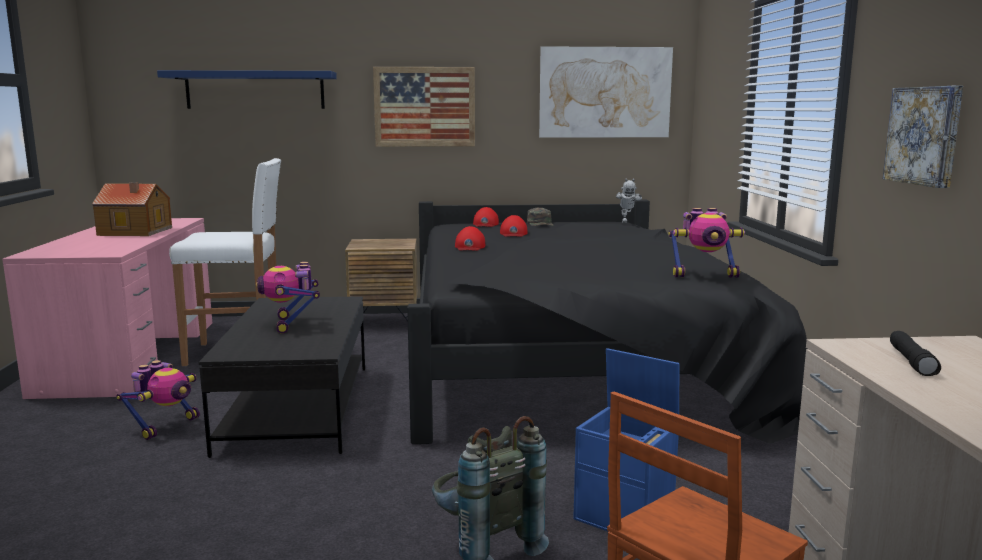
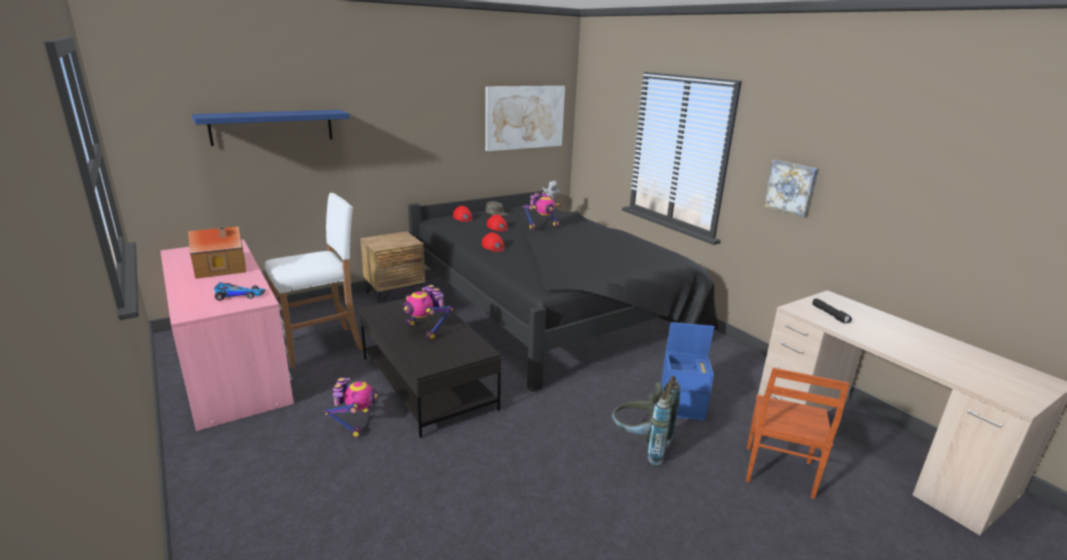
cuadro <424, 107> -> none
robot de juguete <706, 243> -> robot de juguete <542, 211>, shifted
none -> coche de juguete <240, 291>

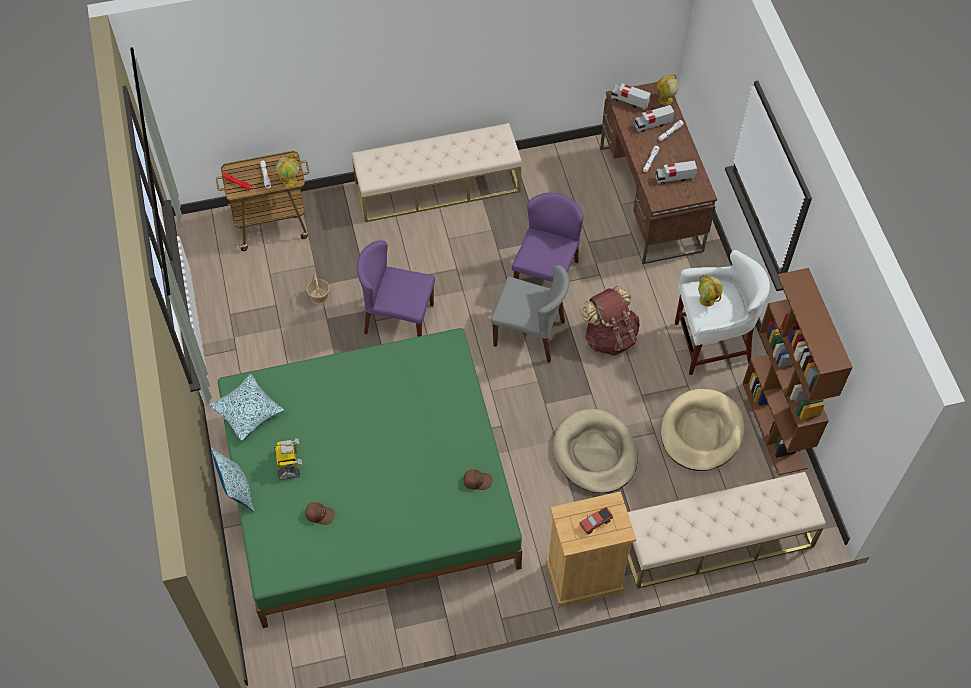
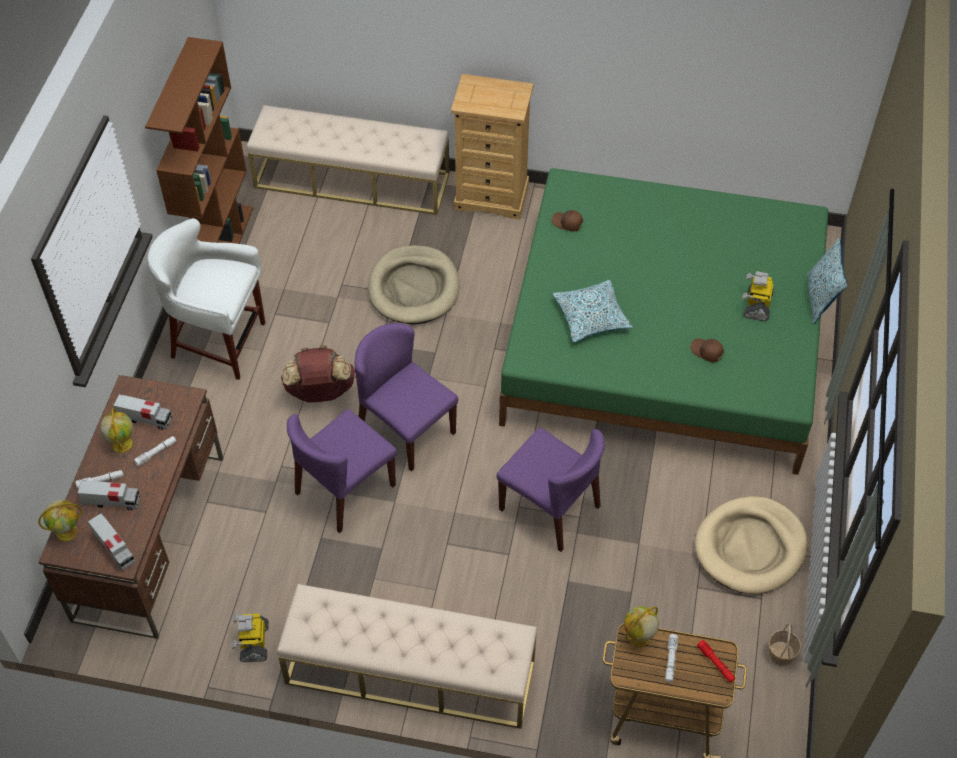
silla [gris] <530, 313> -> silla [morado] <406, 397>
cesta <318, 288> -> cesta <784, 645>, shifted
globo terráqueo <710, 291> -> globo terráqueo <116, 430>, shifted
cojín <246, 407> -> cojín <593, 311>, shifted
cama para perro [beis] <702, 430> -> cama para perro [beis] <751, 545>, shifted
gorra [marrón] <320, 513> -> gorra [marrón] <707, 350>, shifted
camión de juguete <596, 520> -> none
none -> robot de juguete <250, 638>

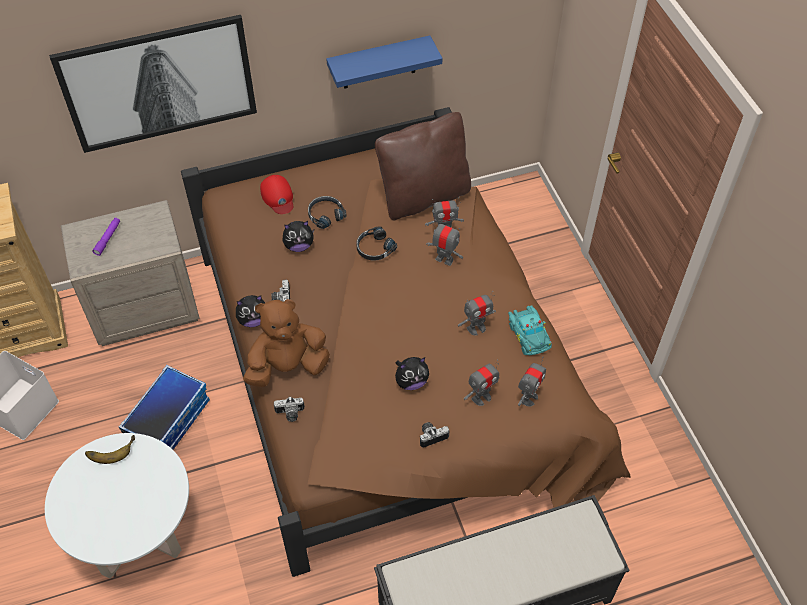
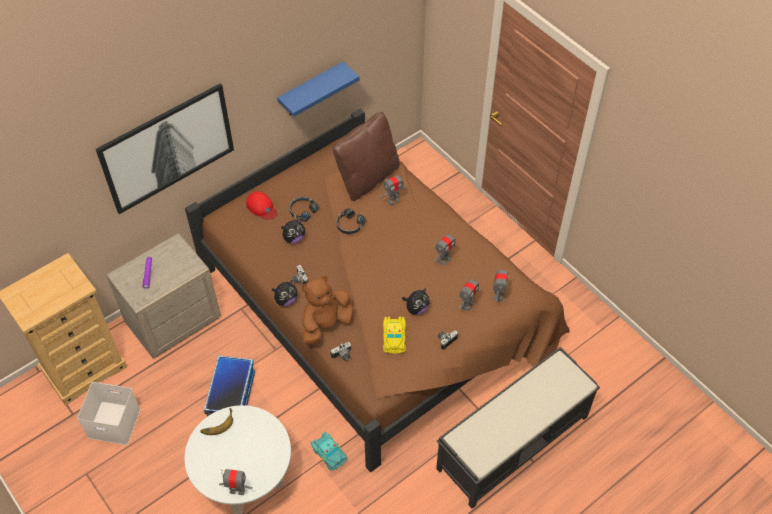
robot de juguete <444, 242> -> robot de juguete <236, 482>, shifted
coche de juguete [turquesa] <530, 330> -> coche de juguete [turquesa] <328, 451>, shifted
none -> coche de juguete [amarillo] <394, 335>

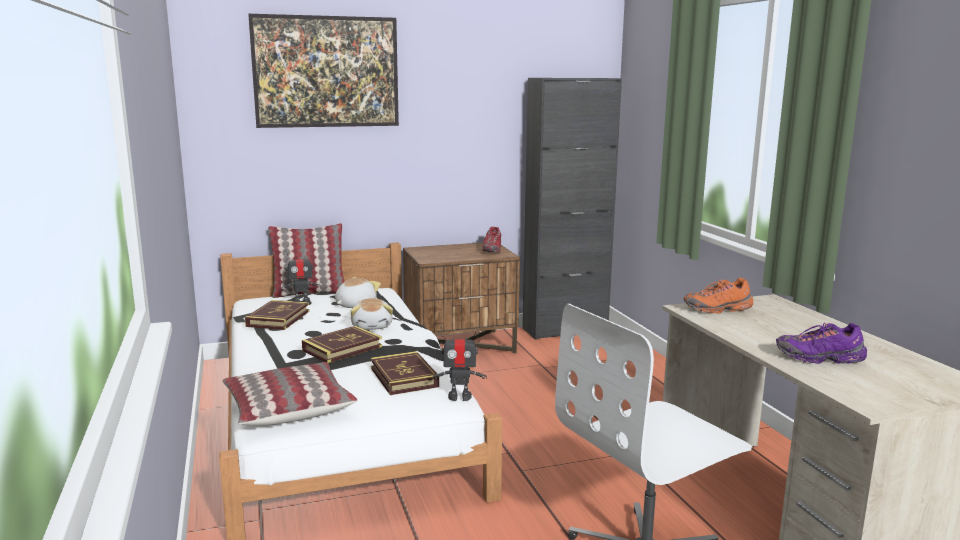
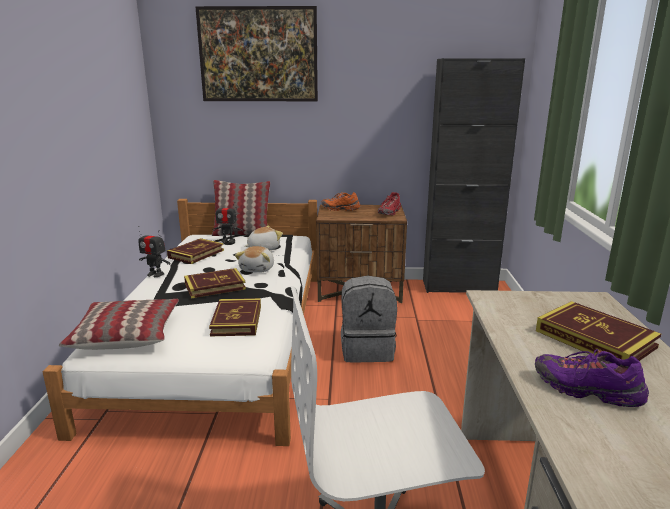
zapato [naranja] <718, 296> -> zapato [naranja] <340, 201>, shifted
robot de juguete <460, 364> -> robot de juguete <154, 251>, shifted
none -> mochila [gris] <369, 319>
none -> libro <598, 331>

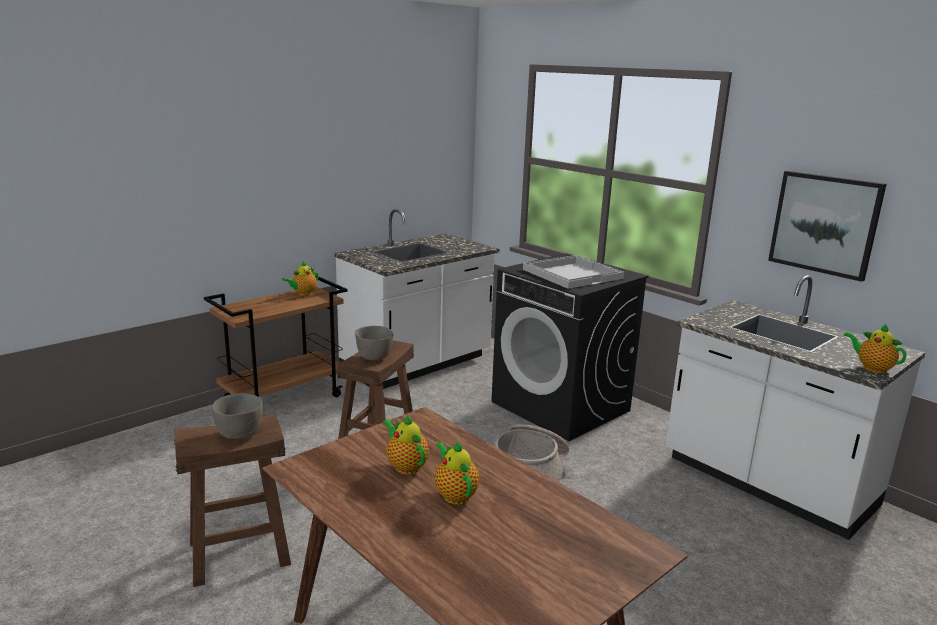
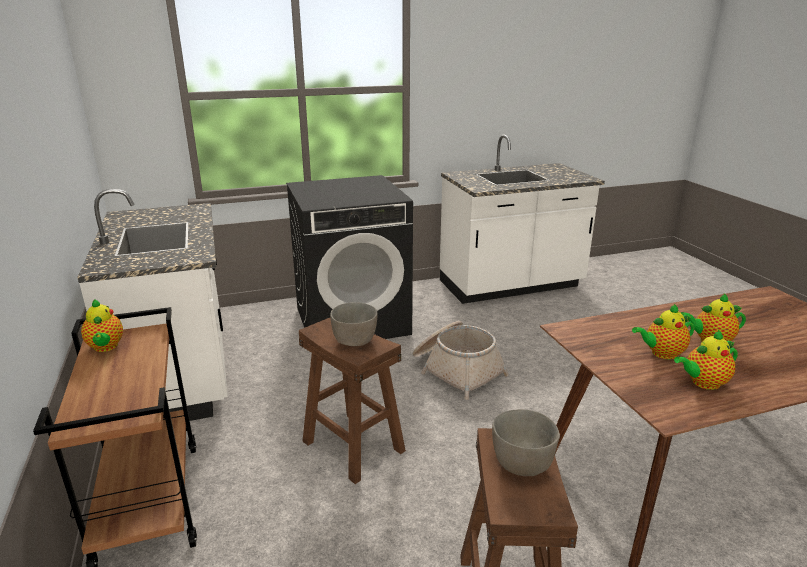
cuadro <827, 226> -> none
bandeja [blanco] <573, 272> -> none
tetera <875, 348> -> tetera <706, 360>, shifted

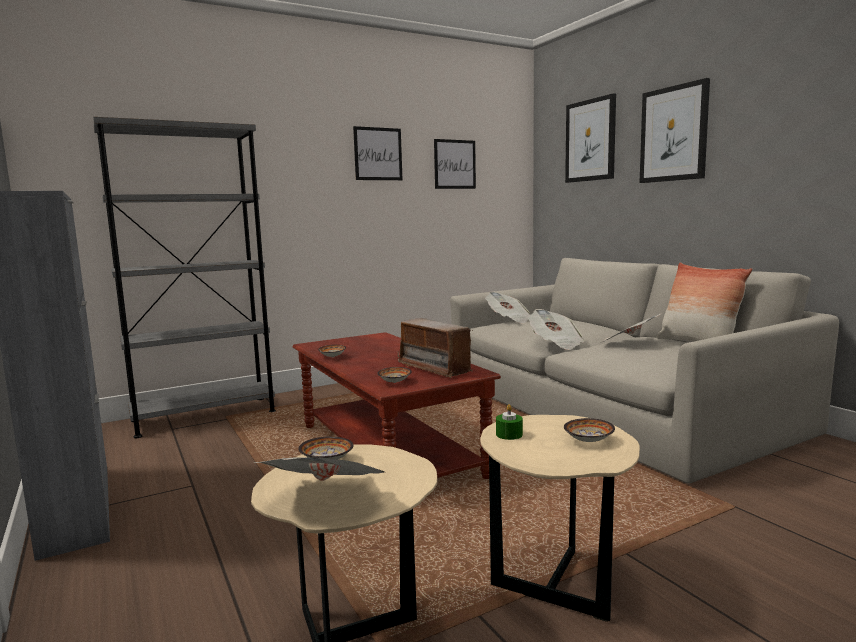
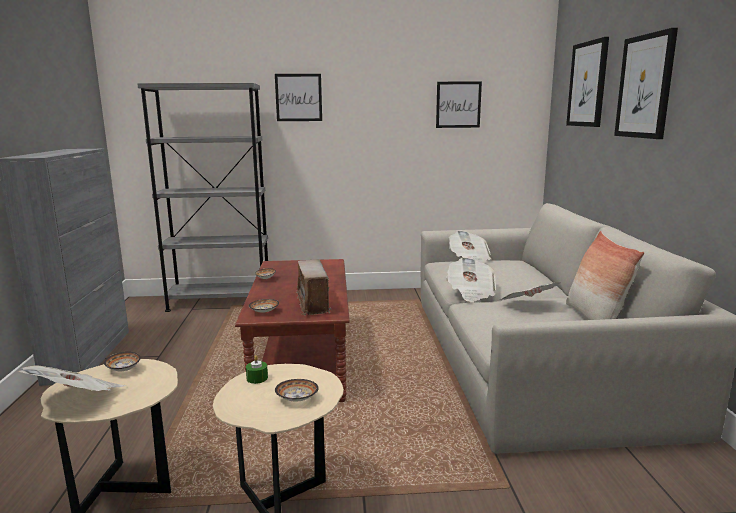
cuadro <377, 153> -> cuadro <298, 97>, shifted

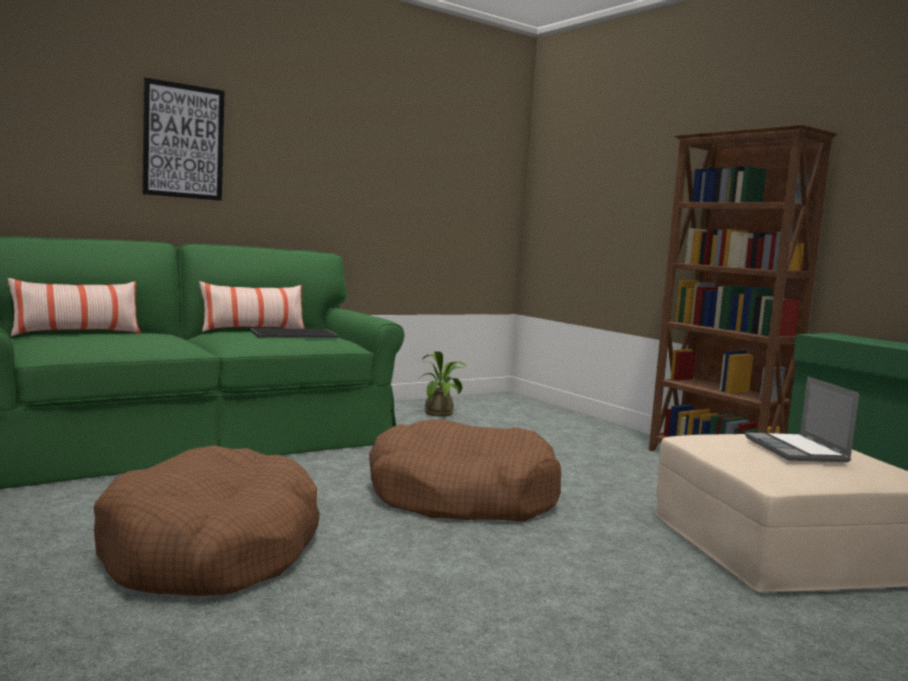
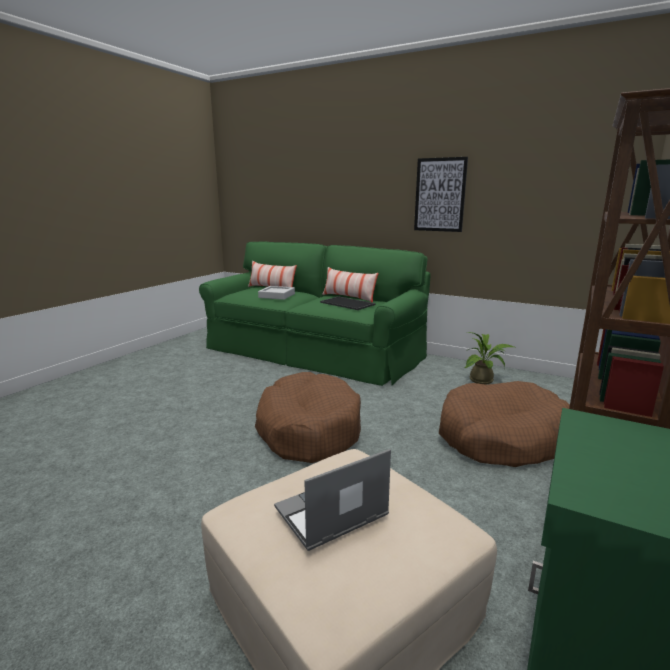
cuadro <183, 139> -> cuadro <441, 194>, shifted
cama para perro [marrón] <207, 520> -> cama para perro [marrón] <504, 424>, shifted
none -> bandeja [gris] <276, 293>

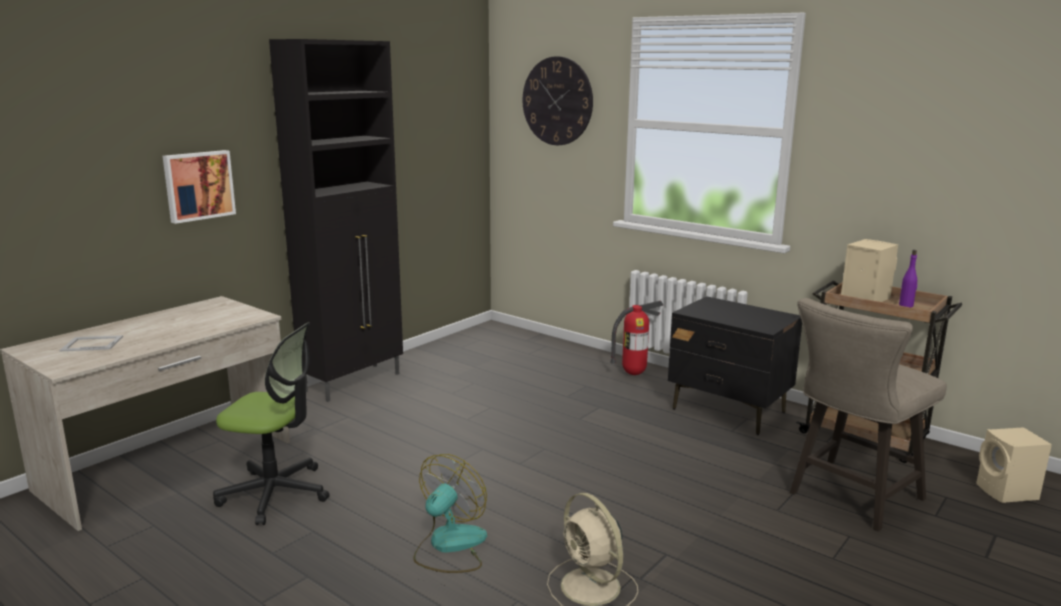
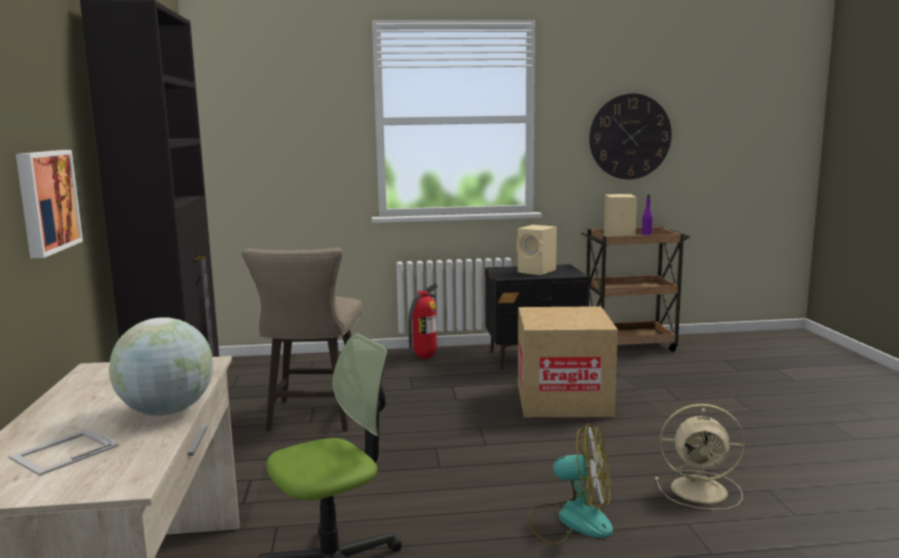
reloj de pared <558, 100> -> reloj de pared <630, 136>, shifted
taburete [beis] <868, 414> -> taburete [beis] <302, 339>, shifted
altavoz [beis] <1014, 465> -> altavoz [beis] <537, 250>, shifted
ventilador <450, 513> -> ventilador <570, 484>, 120 degrees clockwise
none -> caja de cartón <568, 361>
none -> globo terráqueo <161, 366>

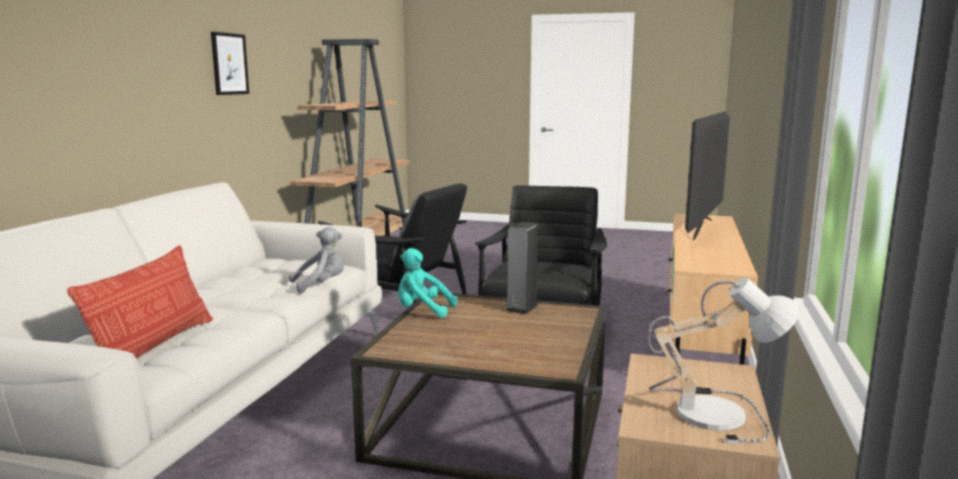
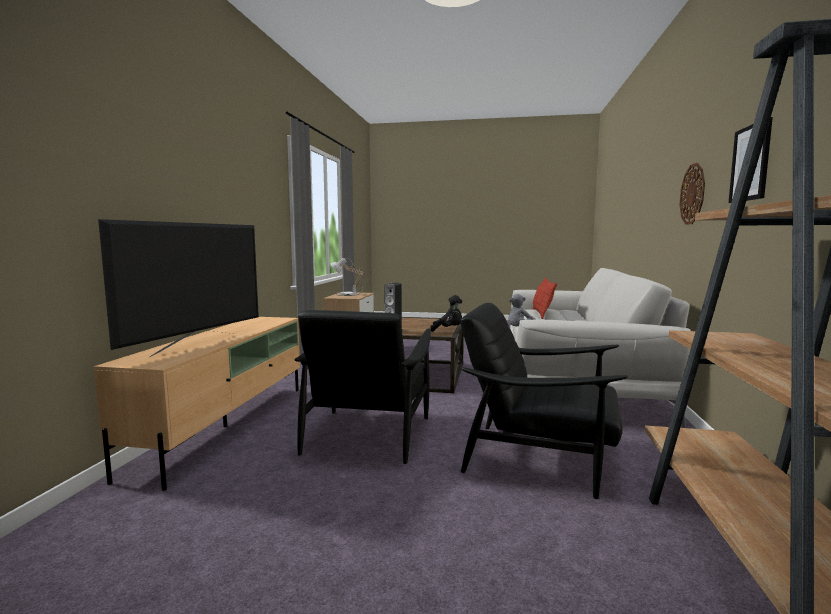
peluche [turquesa] <427, 283> -> peluche [negro] <446, 313>
none -> reloj de pared <692, 194>

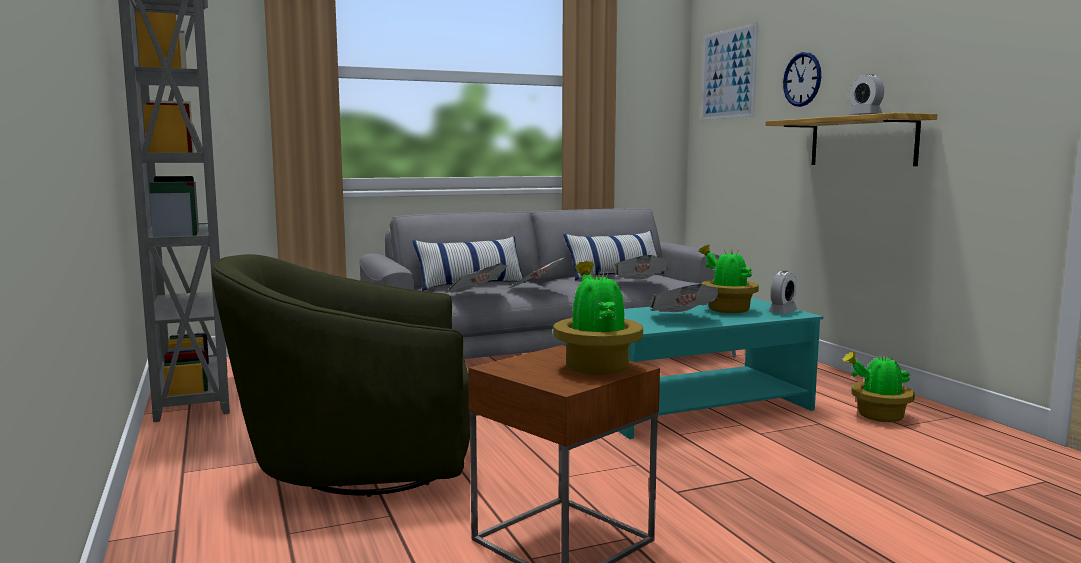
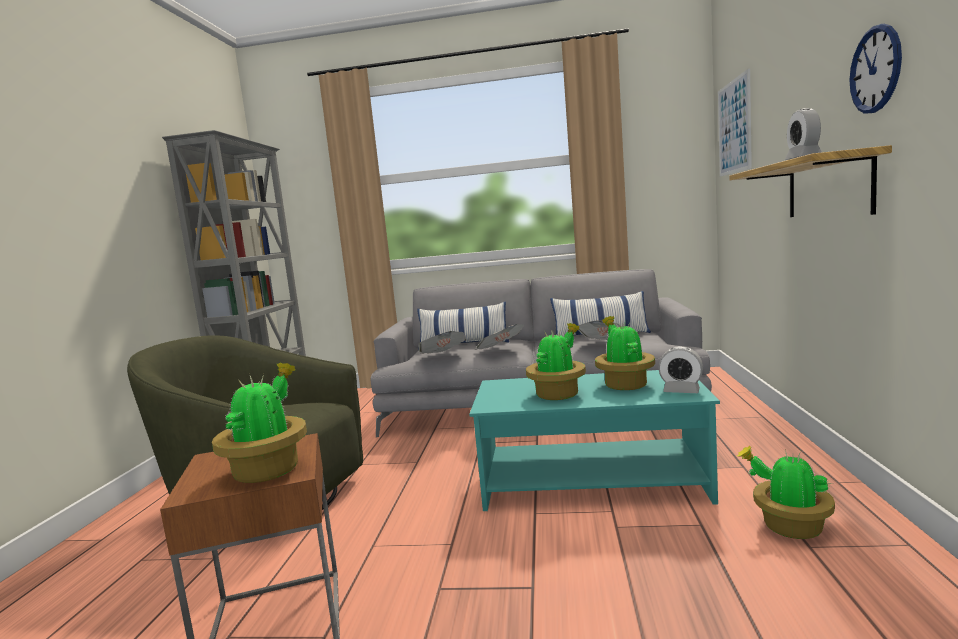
reloj de pared <802, 79> -> reloj de pared <875, 69>, shifted
despertador <783, 292> -> despertador <681, 369>, 45 degrees clockwise
periódico <684, 298> -> planta en maceta <556, 361>

